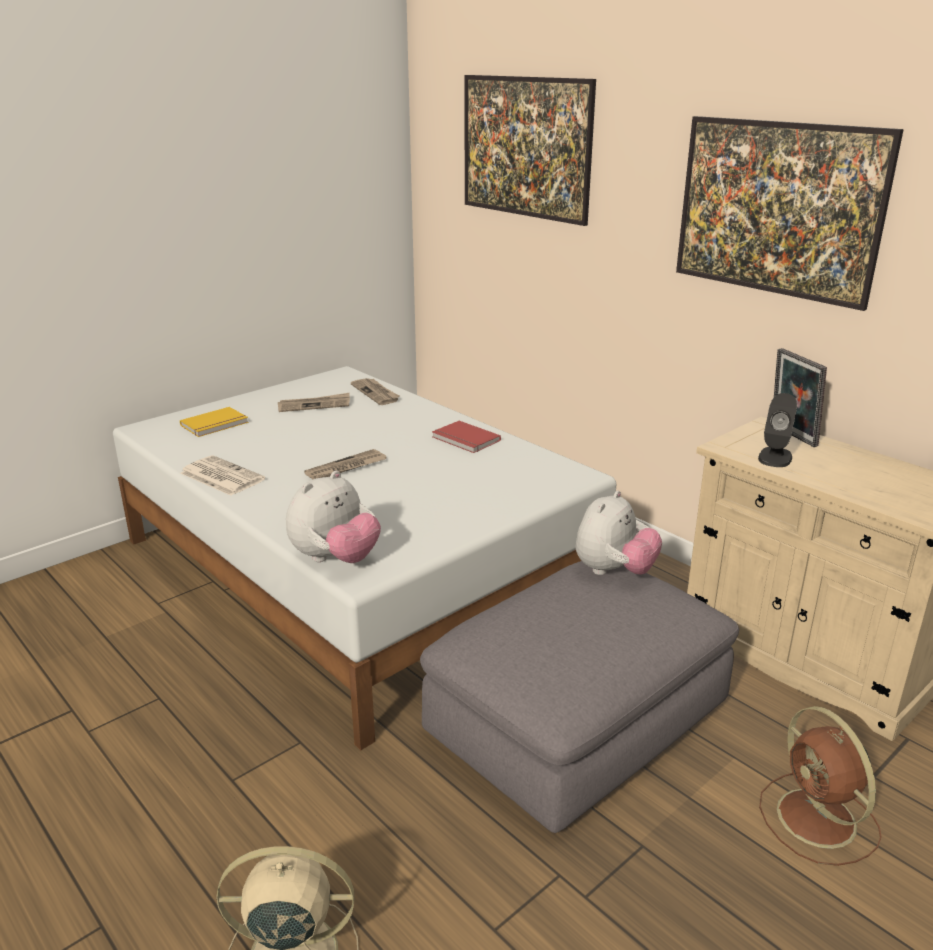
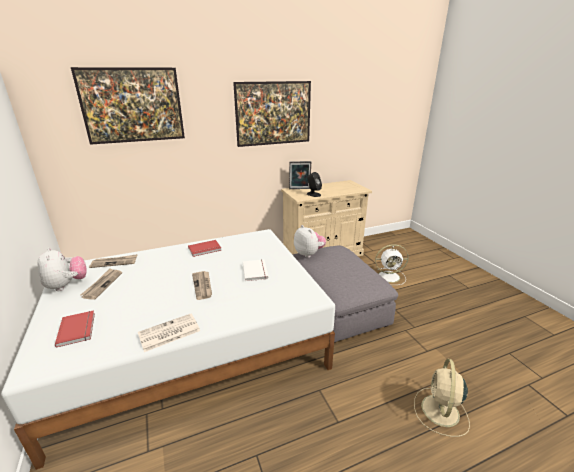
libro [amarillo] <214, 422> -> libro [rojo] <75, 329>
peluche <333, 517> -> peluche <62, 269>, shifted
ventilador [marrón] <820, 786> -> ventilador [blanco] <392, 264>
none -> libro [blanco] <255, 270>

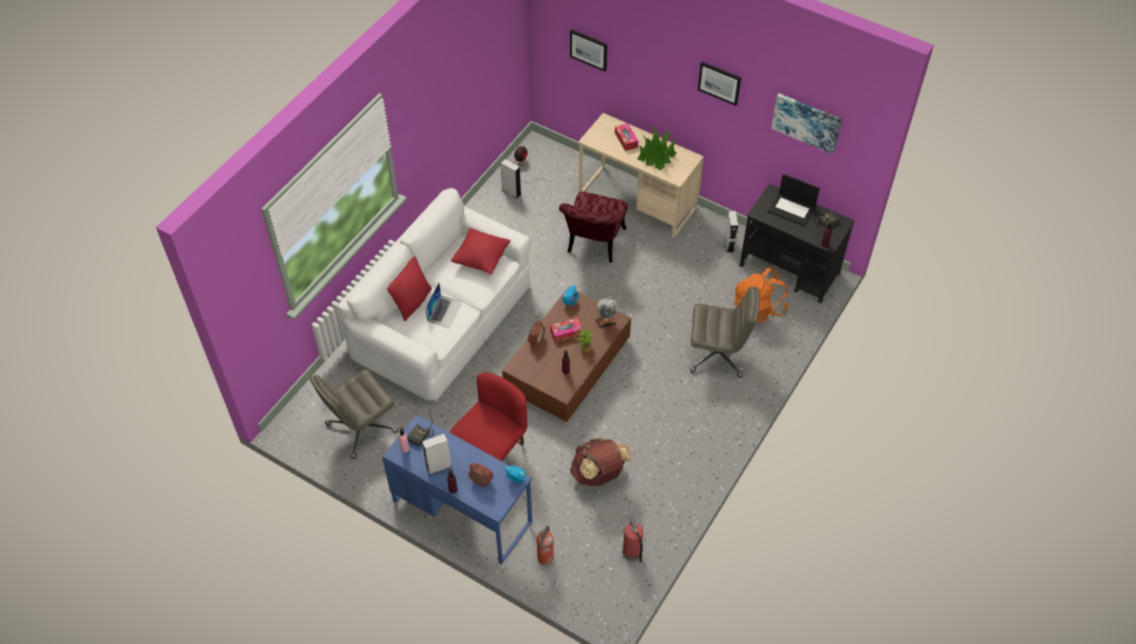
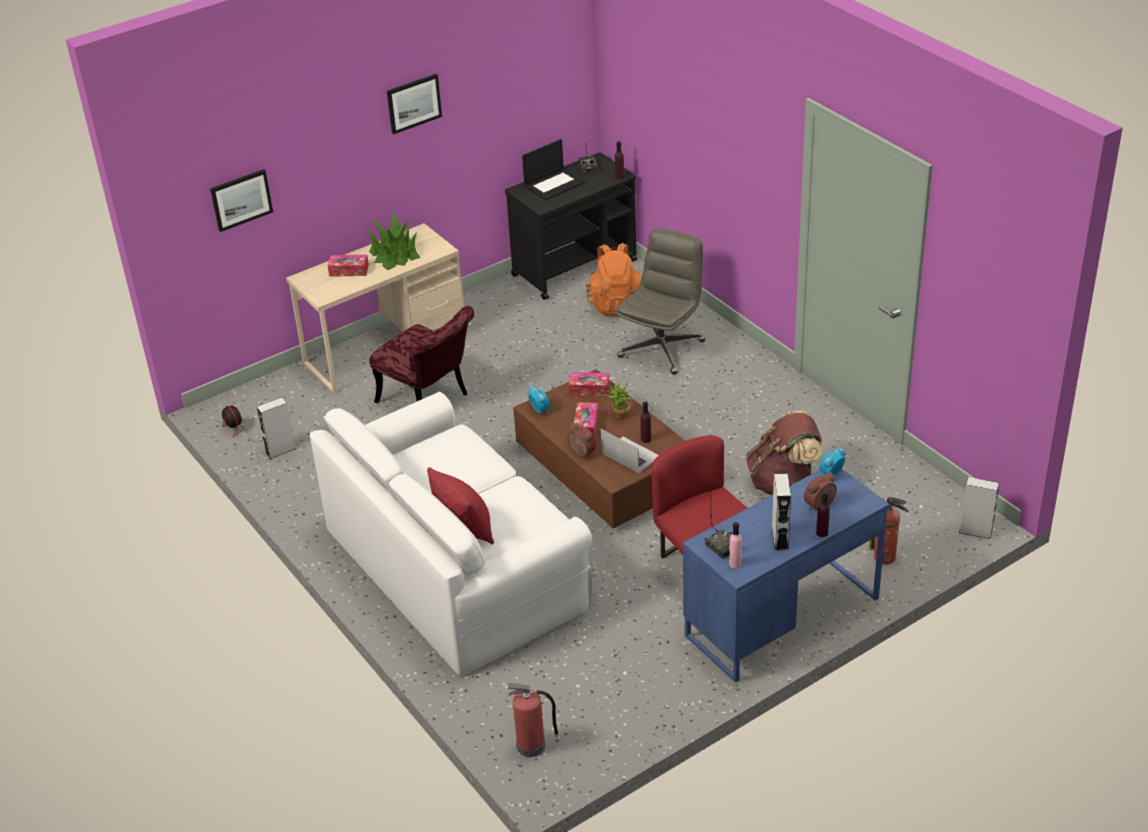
cuadro <806, 123> -> none
altavoz [gris] <731, 232> -> altavoz [gris] <979, 508>, shifted
cojín [rojo] <480, 251> -> none
portátil <444, 305> -> portátil <629, 451>, shifted
globo terráqueo <607, 313> -> caja de pañuelos <589, 384>
silla de oficina [gris] <354, 414> -> none
extintor <633, 540> -> extintor <533, 720>, shifted

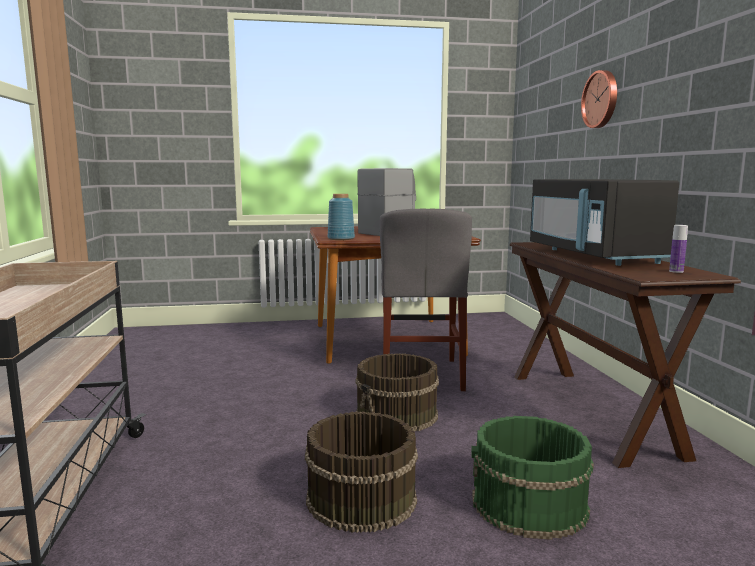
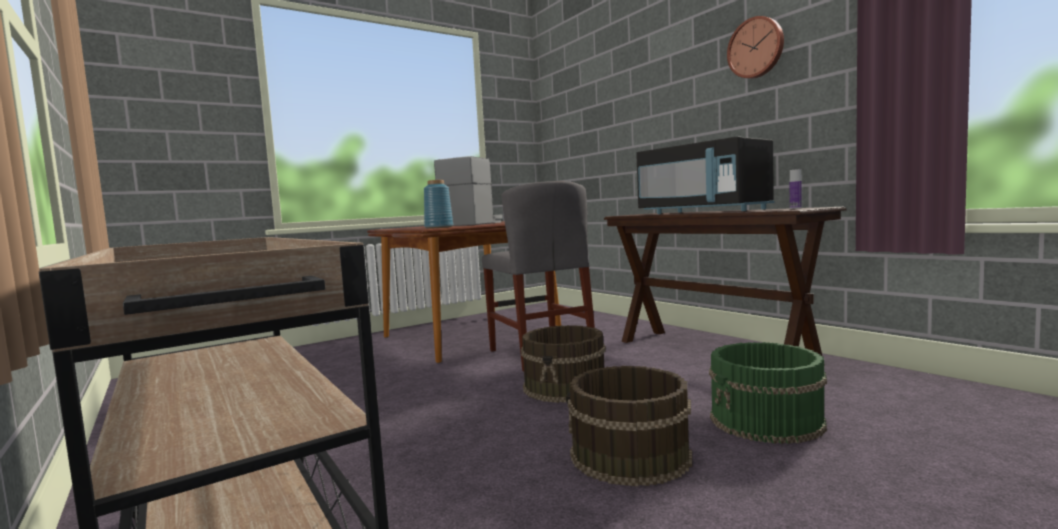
reloj de pared <599, 99> -> reloj de pared <755, 47>, shifted

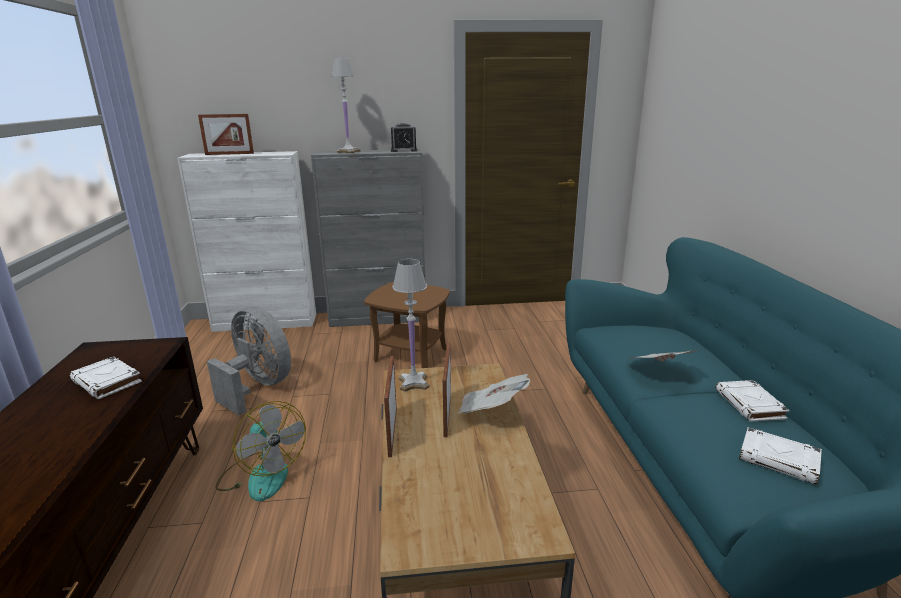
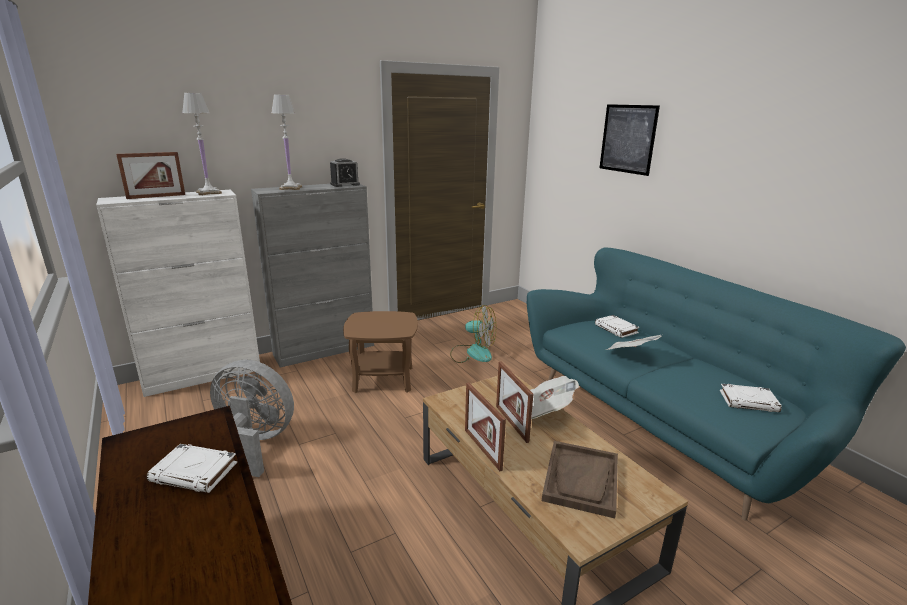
lámpara de mesa [blanco] <411, 325> -> lámpara de mesa [blanco] <202, 144>, shifted
libro [blanco] <753, 401> -> libro [blanco] <617, 326>, shifted
ventilador <261, 451> -> ventilador <473, 334>, shifted
none -> cuadro <630, 140>
none -> bandeja [marrón] <580, 479>

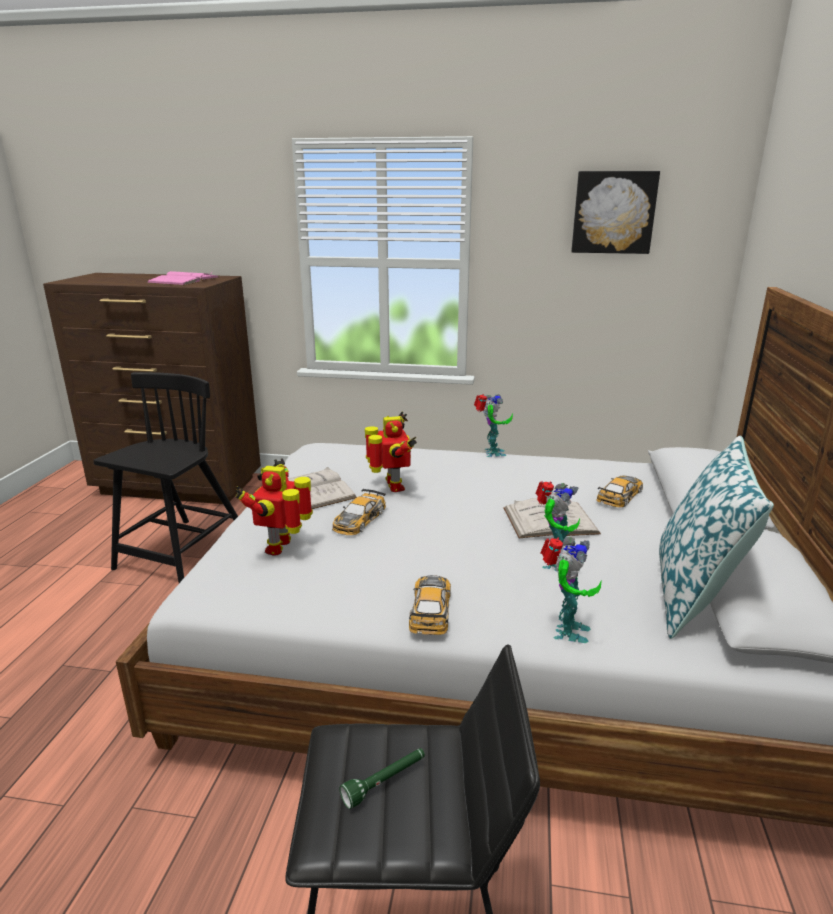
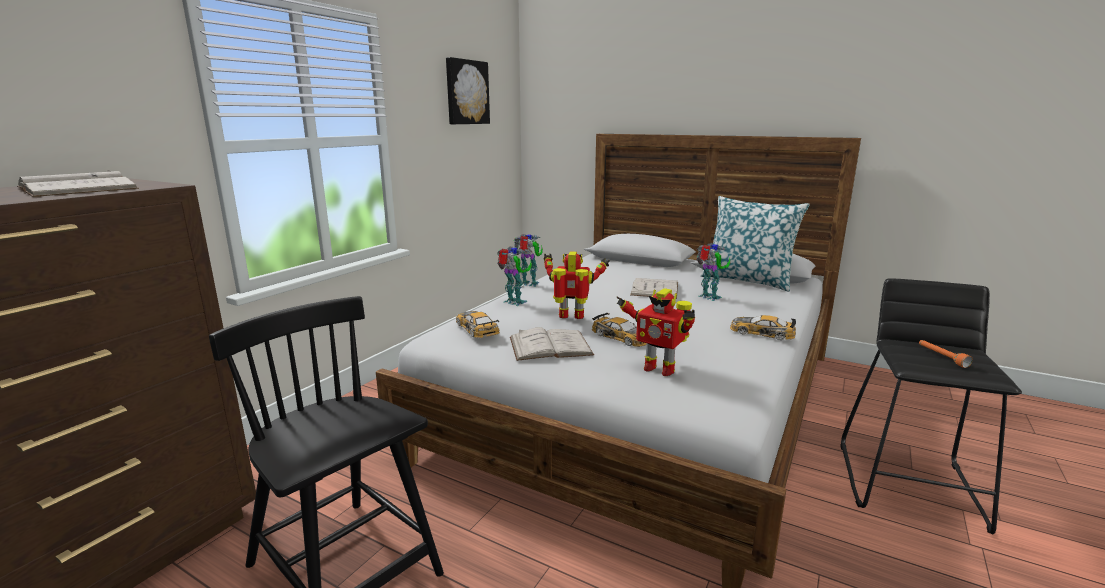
libro [rosa] <184, 278> -> libro [blanco] <78, 183>
coche de juguete <619, 491> -> coche de juguete <478, 324>, shifted
robot de juguete <571, 590> -> robot de juguete <514, 276>, shifted
linterna [verde] <382, 778> -> linterna [naranja] <946, 354>

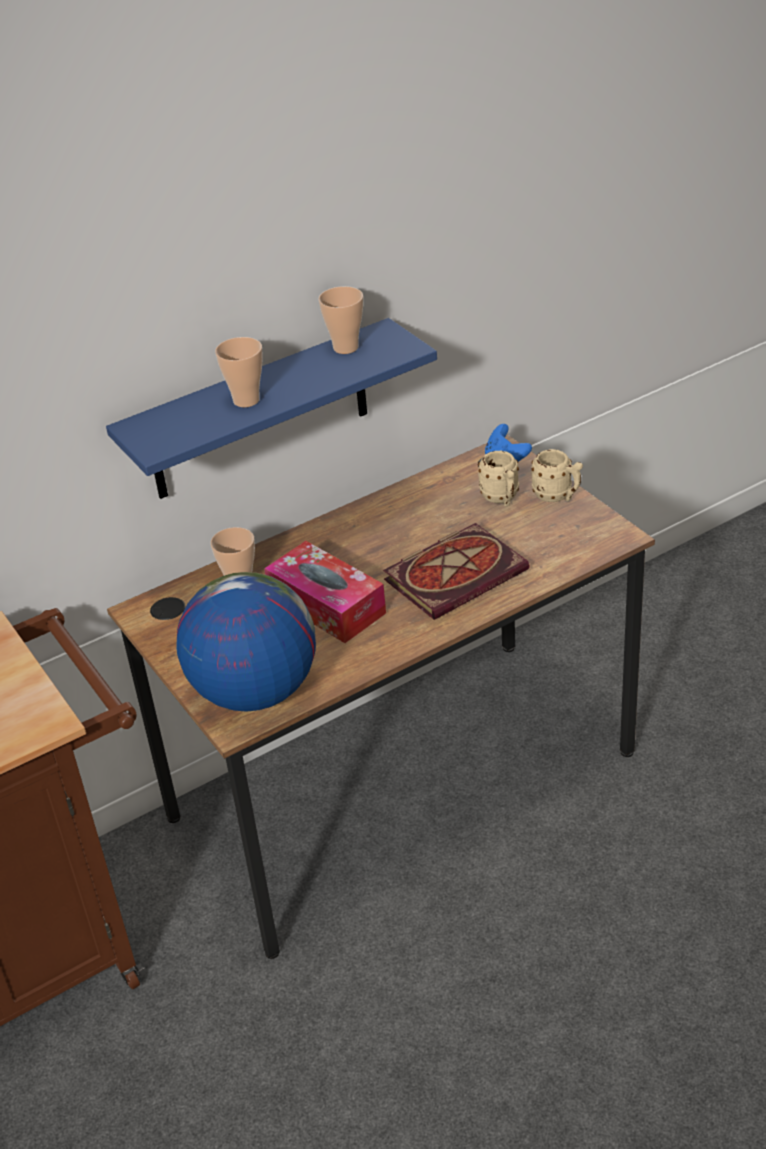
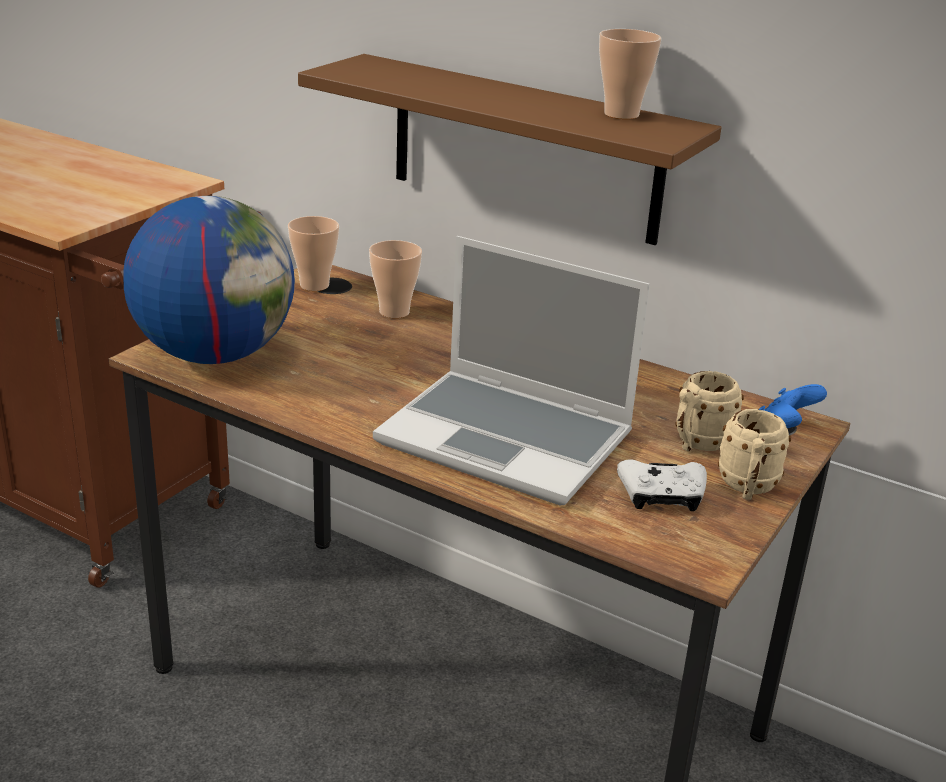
estante [azul] <271, 408> -> estante [marrón] <509, 149>
taza <239, 372> -> taza <313, 253>, shifted
libro <456, 571> -> portátil <511, 370>
caja de pañuelos <325, 592> -> none
none -> mando de consola [blanco] <662, 485>

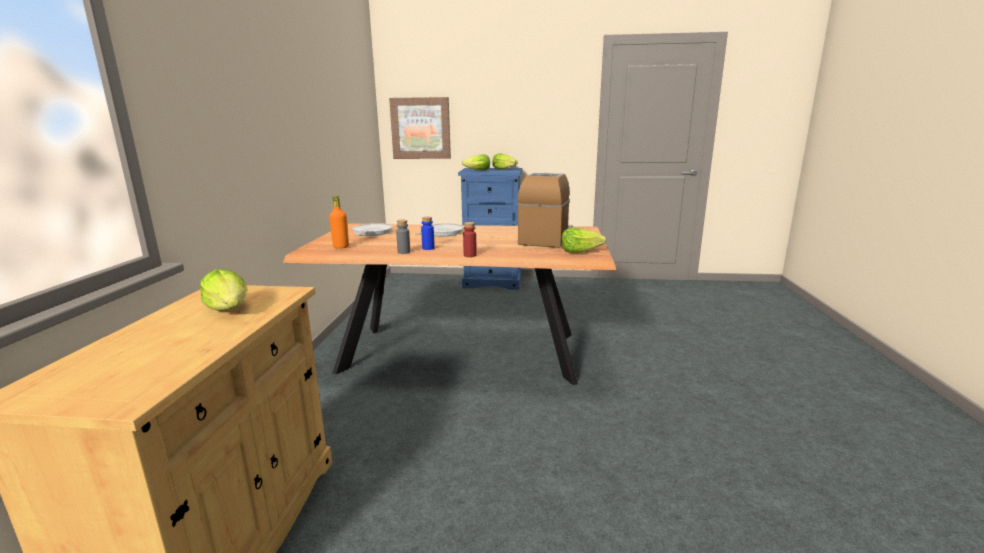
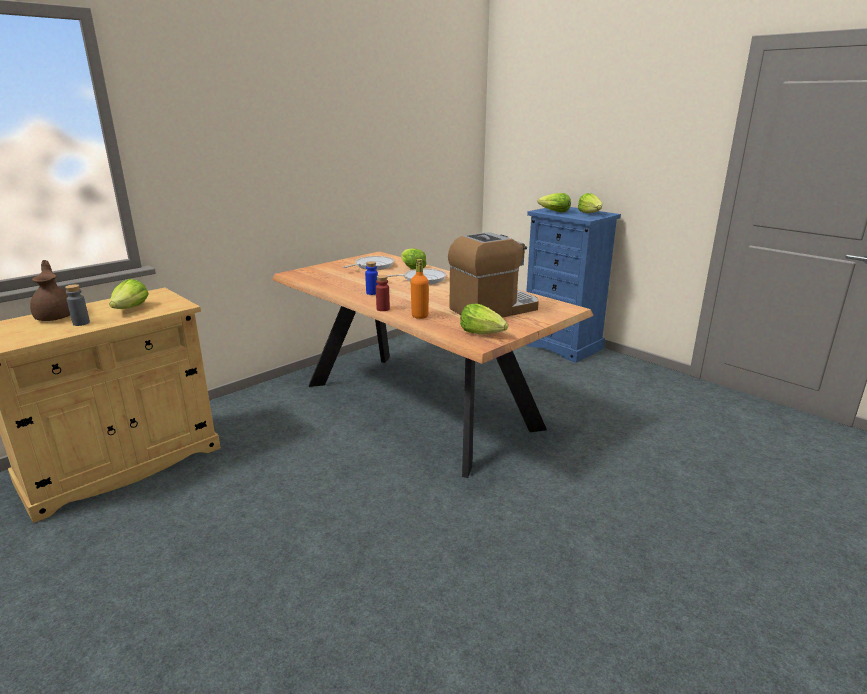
cuadro <420, 128> -> none
botella [naranja] <339, 222> -> botella [naranja] <420, 289>, shifted
botella [gris] <403, 237> -> botella [gris] <77, 305>, shifted
none -> lechuga <413, 258>
none -> tetera [marrón] <50, 290>

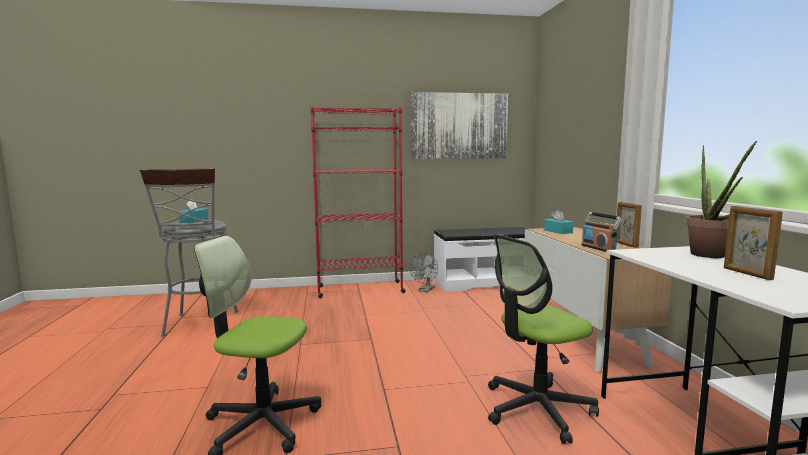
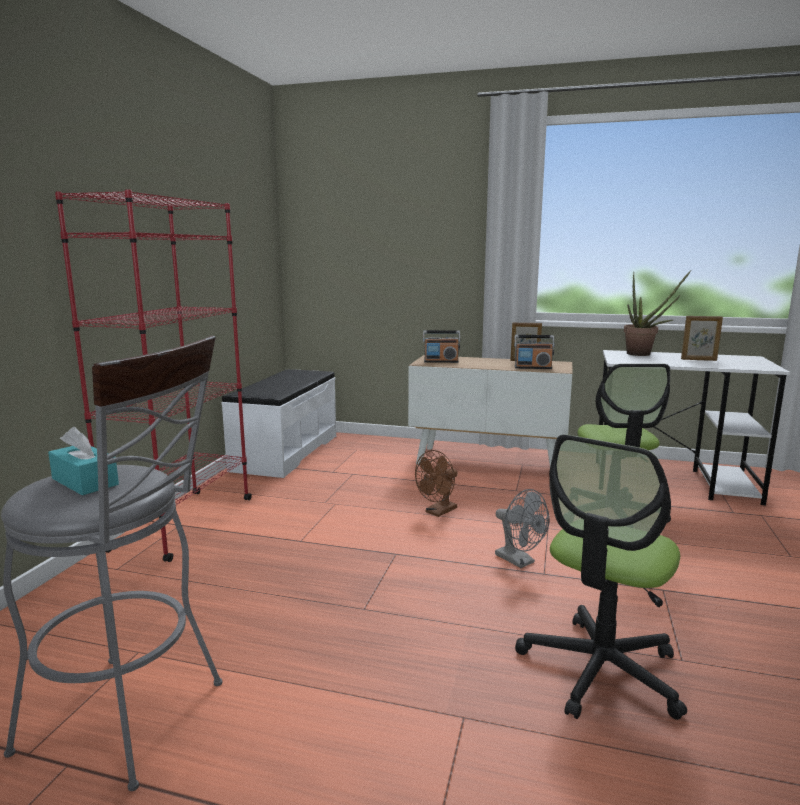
cuadro <459, 125> -> none
caja de pañuelos [turquesa] <558, 221> -> radio <441, 346>
ventilador [gris] <424, 272> -> ventilador [gris] <522, 528>, shifted
none -> ventilador [marrón] <436, 483>

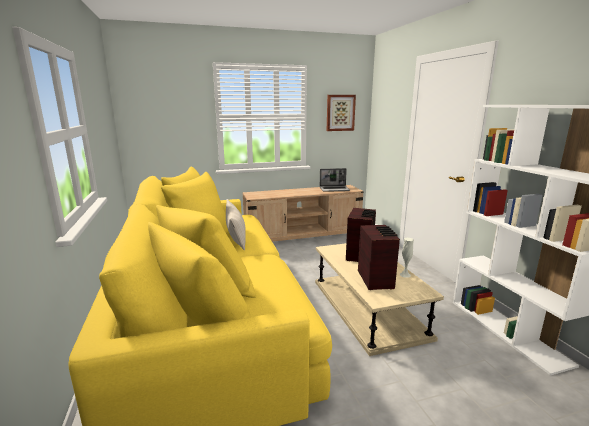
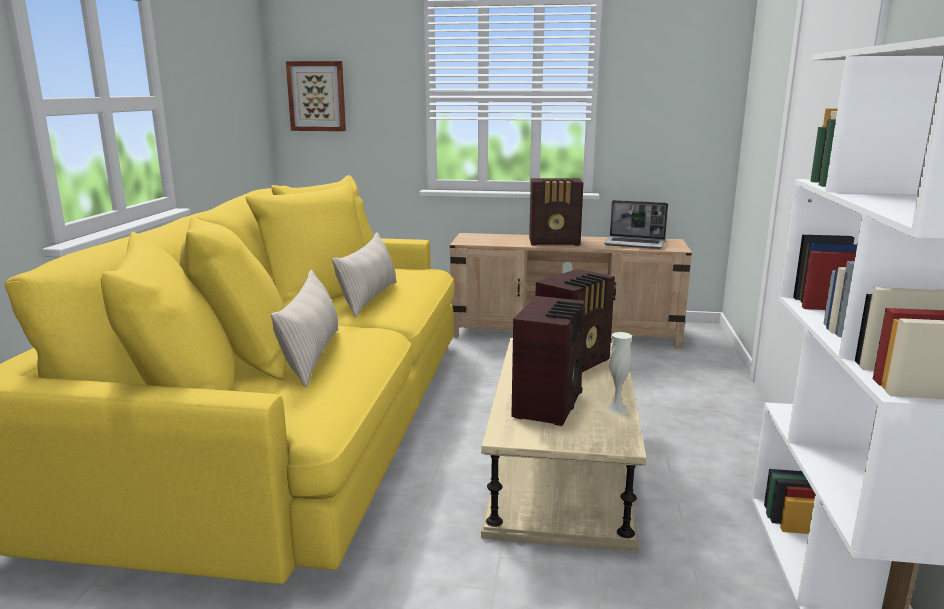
cuadro <341, 113> -> cuadro <316, 96>, shifted
none -> radio <556, 212>
none -> cojín [beis] <304, 329>

